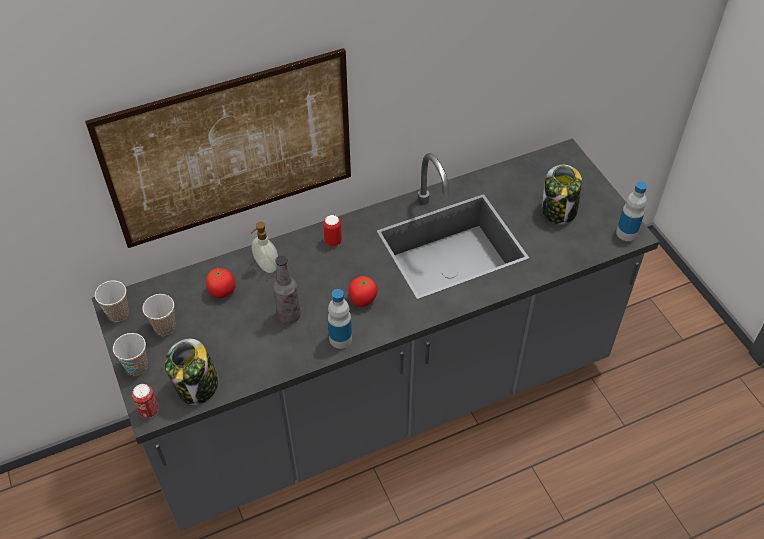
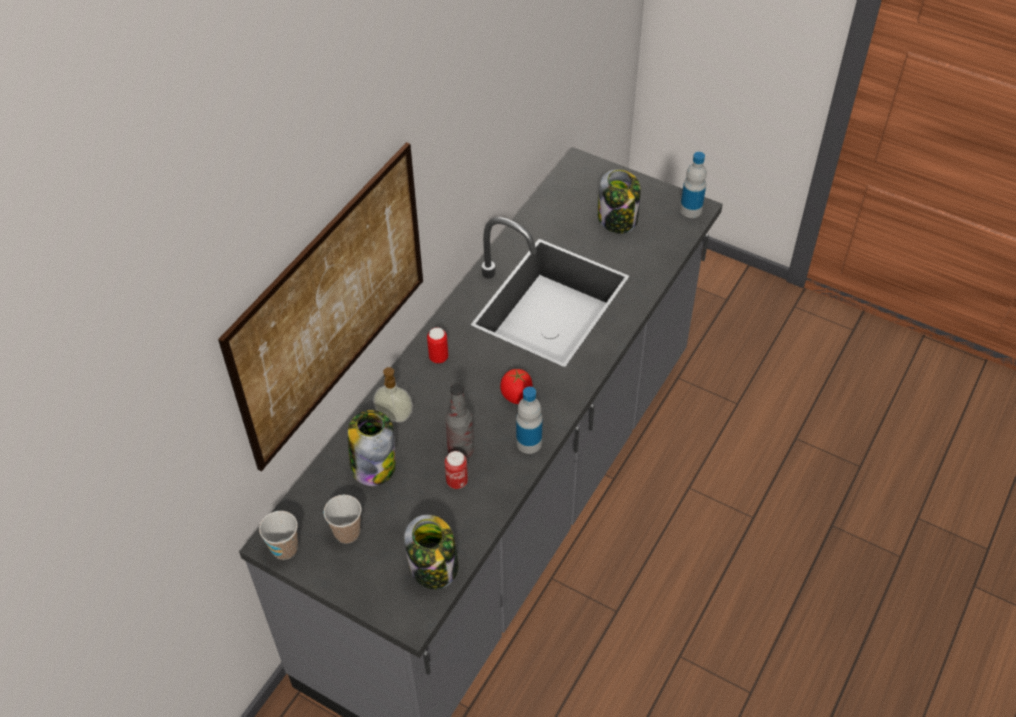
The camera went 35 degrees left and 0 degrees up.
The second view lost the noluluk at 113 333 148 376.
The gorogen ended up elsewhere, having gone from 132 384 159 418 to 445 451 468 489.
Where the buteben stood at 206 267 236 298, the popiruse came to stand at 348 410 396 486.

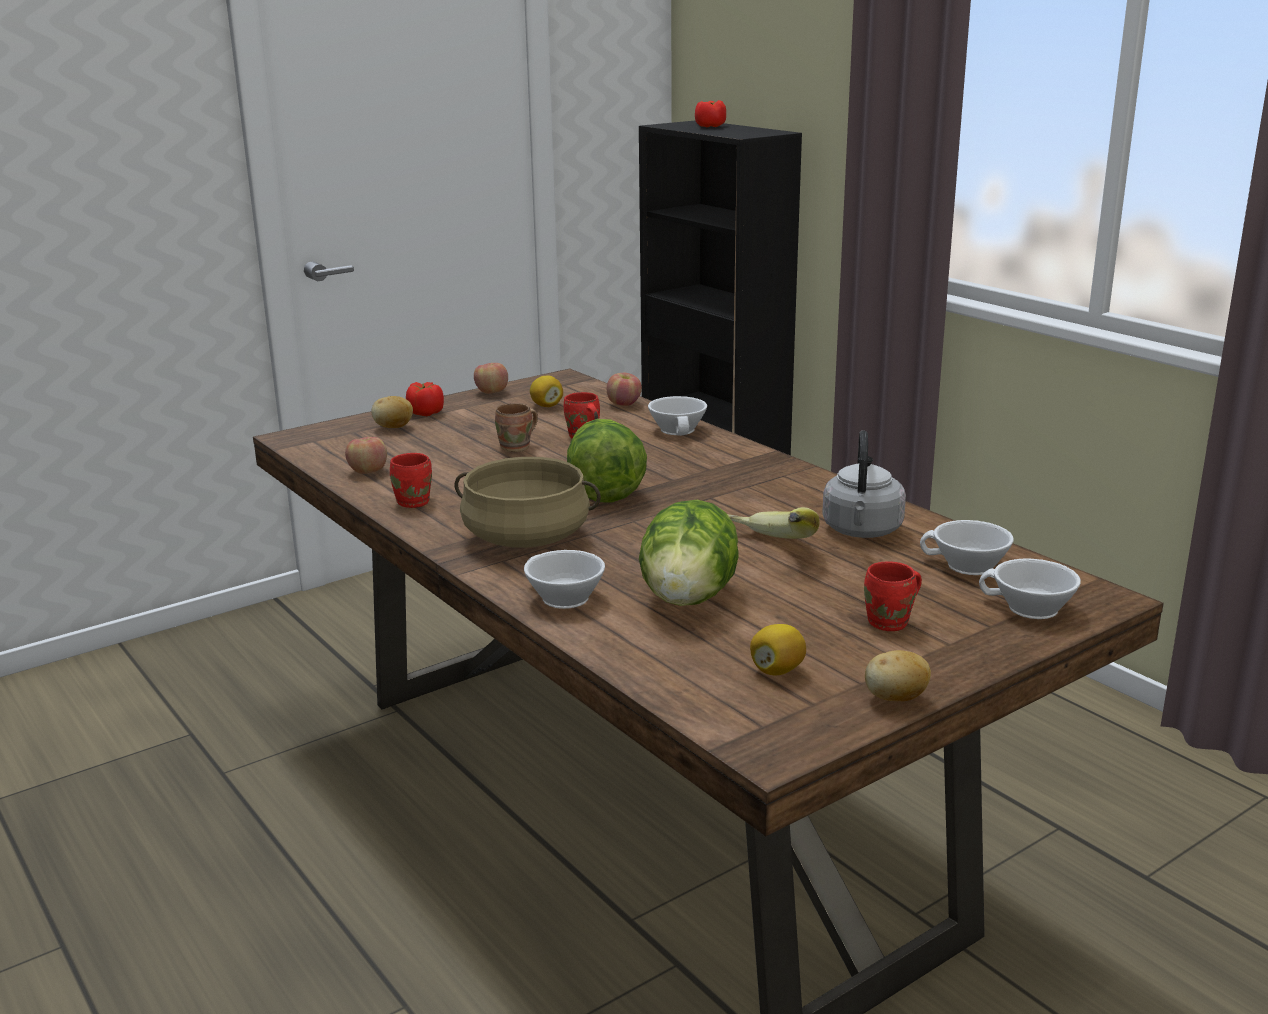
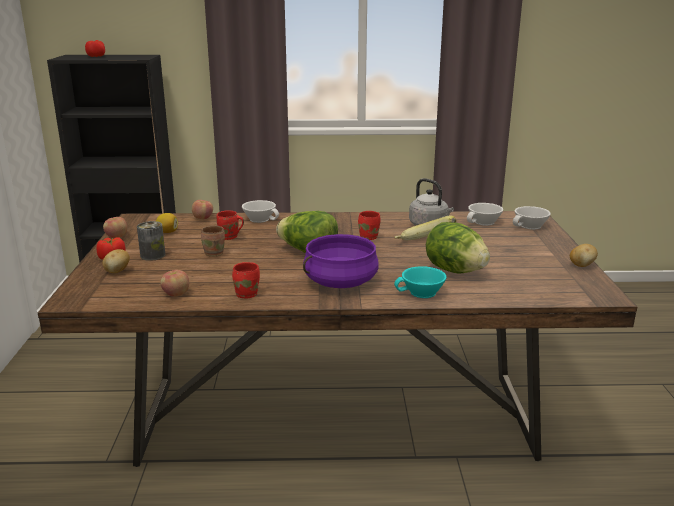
The camera went 55 degrees left and 0 degrees up.
What was the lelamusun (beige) at 455 457 601 548 turned into the lelamusun (purple) at 303 234 379 288.
What was the noluluk (white) at 524 550 605 609 turned into the noluluk (turquoise) at 394 266 447 298.
The second view lost the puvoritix at 750 624 806 675.
The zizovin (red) ended up elsewhere, having gone from 864 561 922 631 to 358 211 380 240.
The second view gained the gorogen at 137 221 165 261.

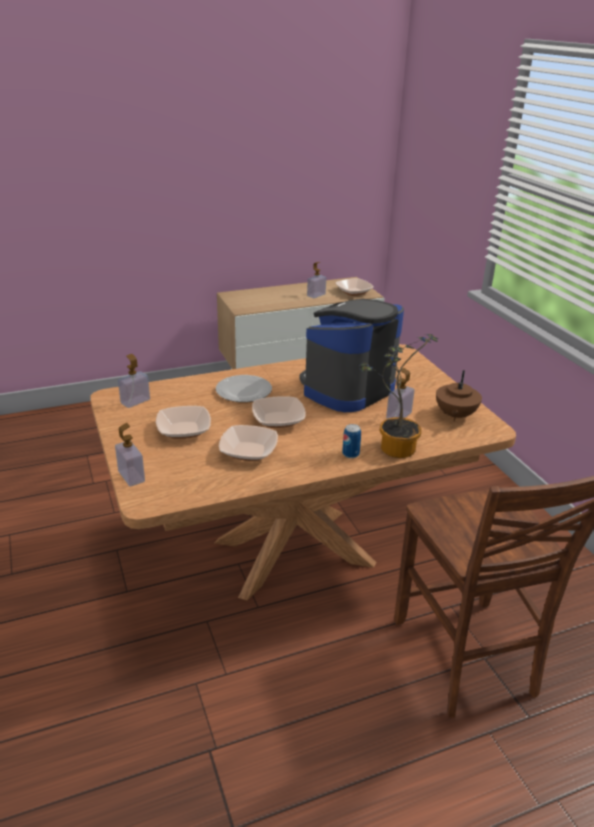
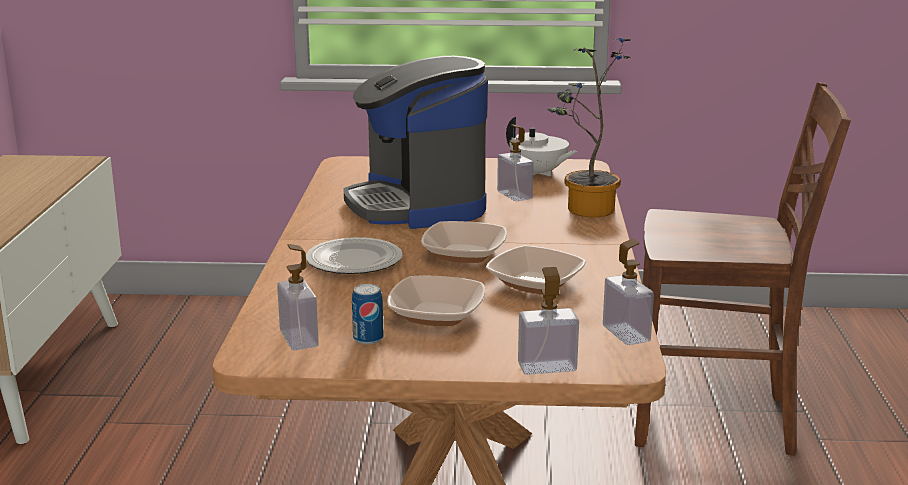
The camera went 65 degrees left and 10 degrees down.
The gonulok ended up elsewhere, having gone from 307 262 326 298 to 603 239 654 345.
The second view lost the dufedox at 335 278 374 296.
The gorogen ended up elsewhere, having gone from 342 424 361 458 to 352 284 384 345.
What was the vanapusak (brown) at 436 370 482 421 turned into the vanapusak (white) at 506 117 578 176.

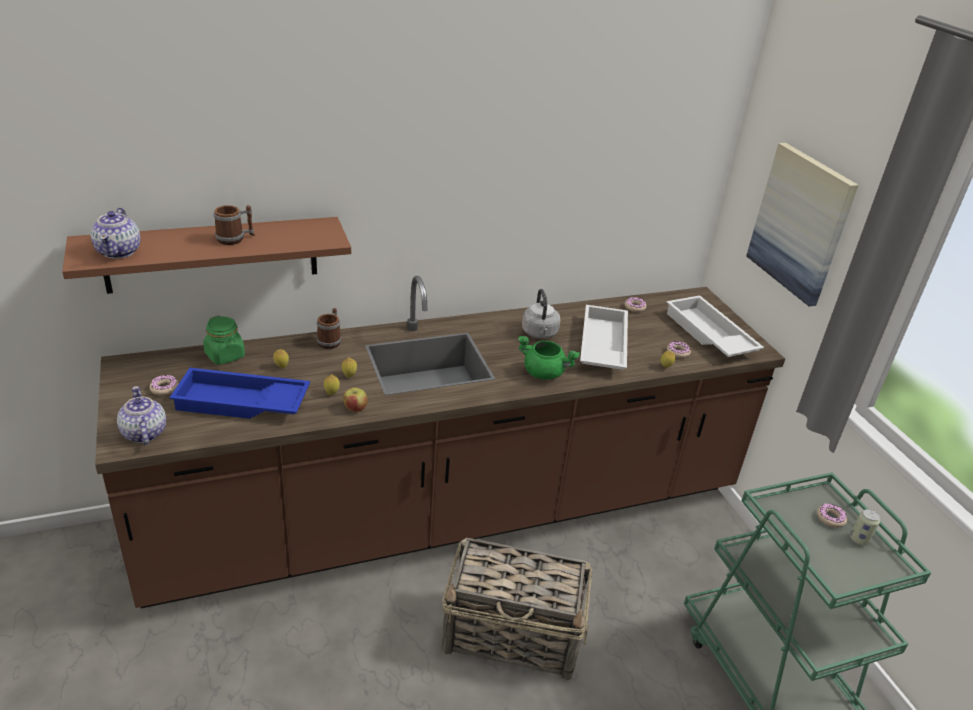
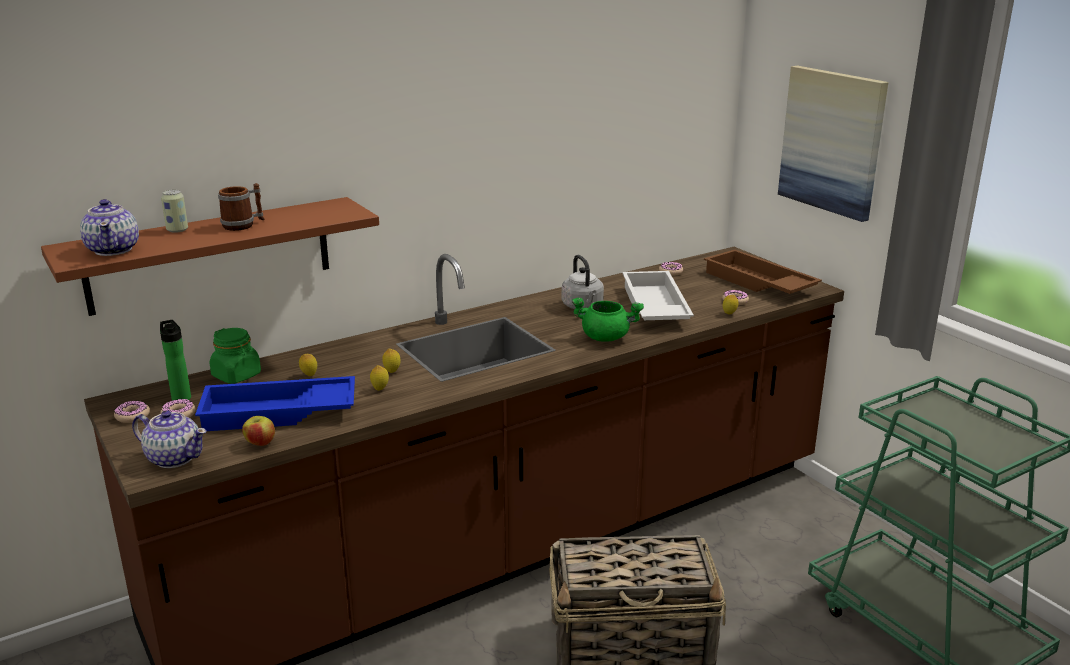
The camera went 10 degrees left and 10 degrees down.
The vanapusak at 117 386 166 446 ended up facing another way, 150 degrees clockwise from before.
The second view lost the zizovin at 317 308 342 349.
The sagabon ended up elsewhere, having gone from 343 388 368 412 to 242 416 275 446.
What was the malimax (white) at 666 295 764 357 turned into the malimax (brown) at 704 249 822 294.
The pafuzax ended up elsewhere, having gone from 817 504 847 528 to 114 401 150 423.
The gorogen ended up elsewhere, having gone from 850 509 880 545 to 161 190 188 233.
The second view gained the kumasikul at 160 320 191 401.

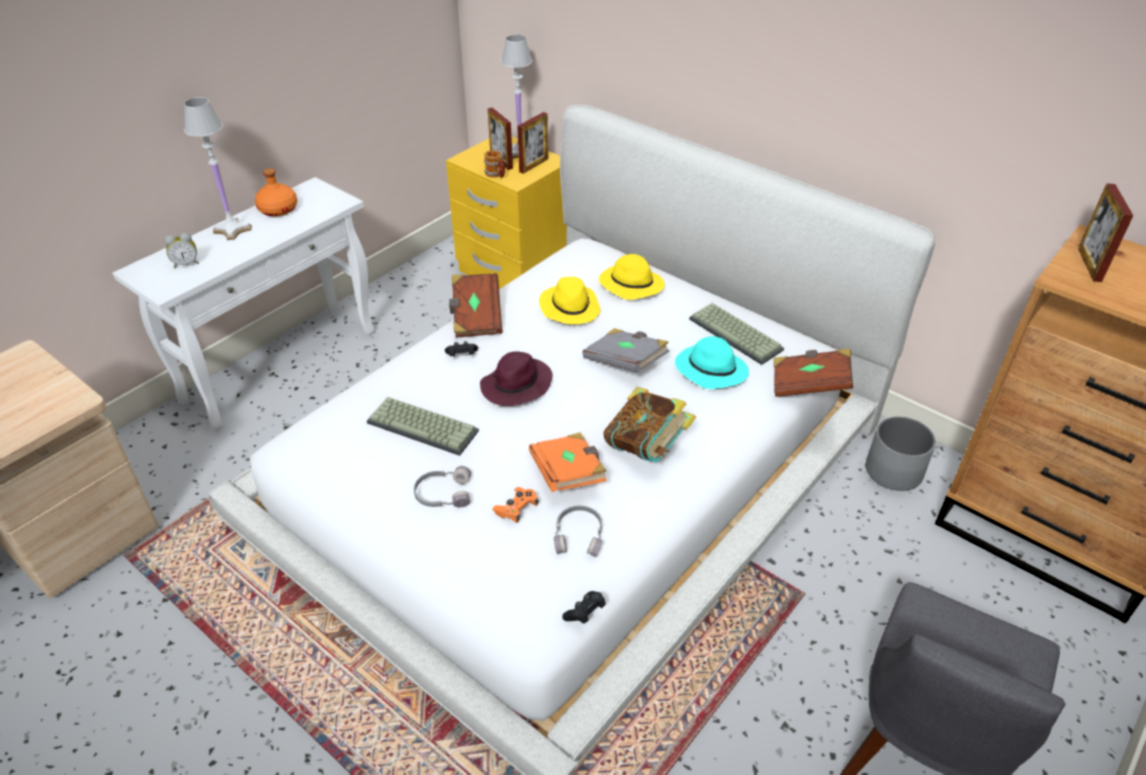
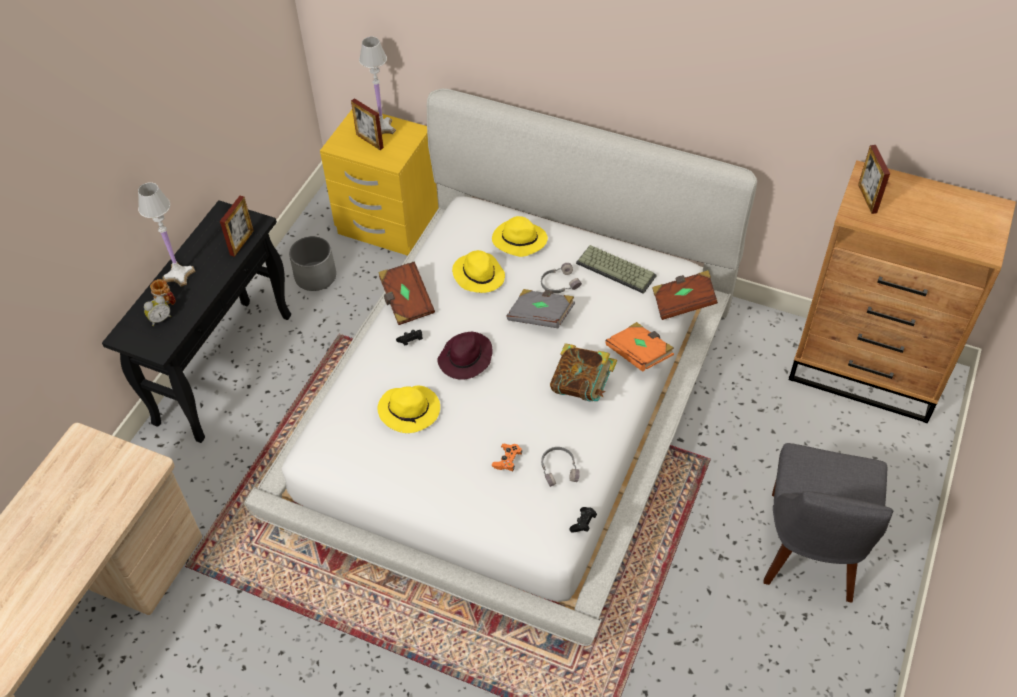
The camera went 15 degrees left and 10 degrees up.
What was the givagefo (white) at 113 177 375 431 turned into the givagefo (black) at 102 200 291 443.
The second view lost the kumasikul (orange) at 255 168 297 217.
Where the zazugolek stood at 367 397 479 456, the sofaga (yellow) came to stand at 377 386 440 433.
The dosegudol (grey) ended up elsewhere, having gone from 414 466 471 507 to 541 263 582 293.
The zizovin ended up elsewhere, having gone from 484 150 505 178 to 150 279 176 305.
The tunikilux ended up elsewhere, having gone from 517 112 548 174 to 220 196 254 257.
The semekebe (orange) ended up elsewhere, having gone from 529 432 607 492 to 605 322 674 372.
The second view lost the sofaga (turquoise) at 675 336 749 389.
The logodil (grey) ended up elsewhere, having gone from 866 416 936 491 to 289 236 336 291.

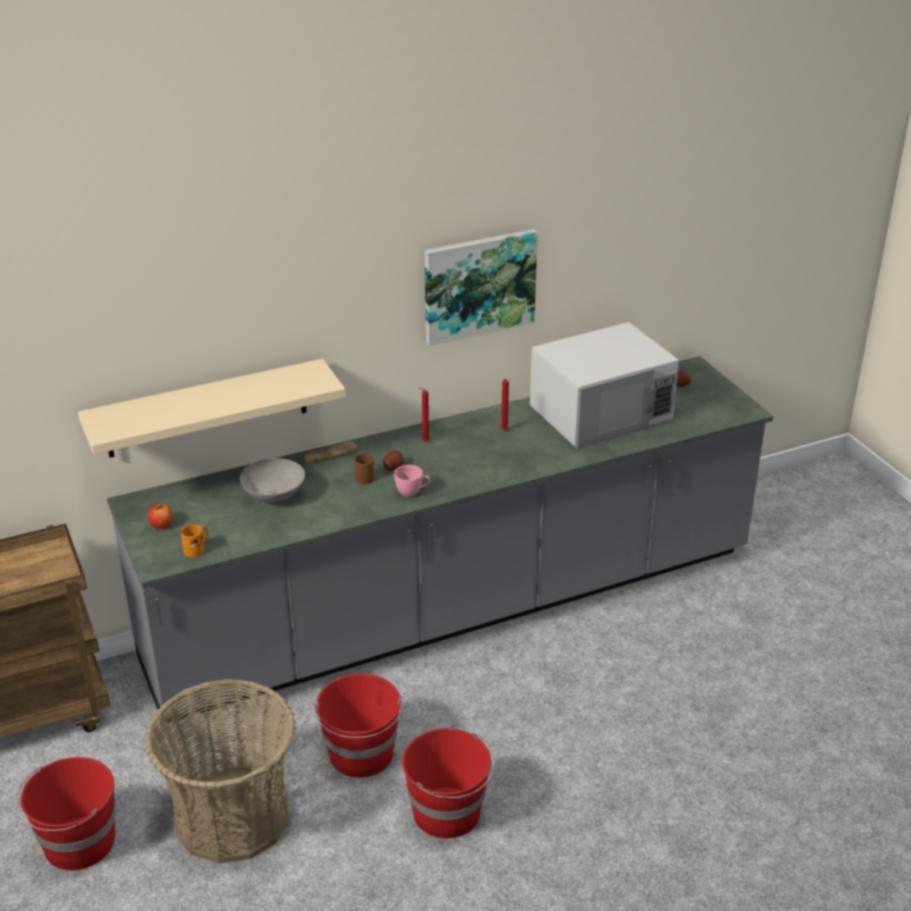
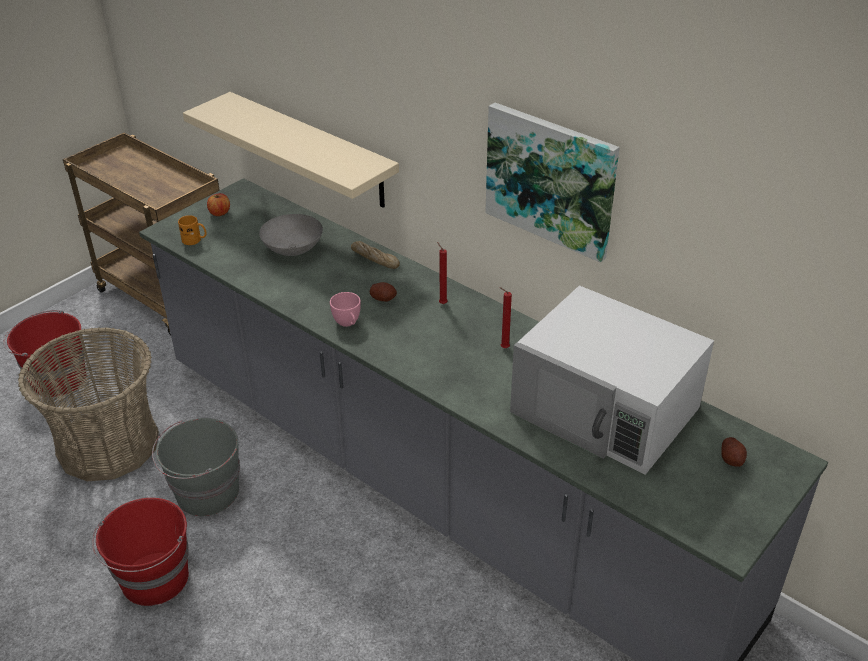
The camera went 65 degrees right and 5 degrees up.
What was the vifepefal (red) at 315 673 402 778 turned into the vifepefal (grey) at 152 418 240 516.
The second view lost the zizovin (brown) at 354 454 375 484.

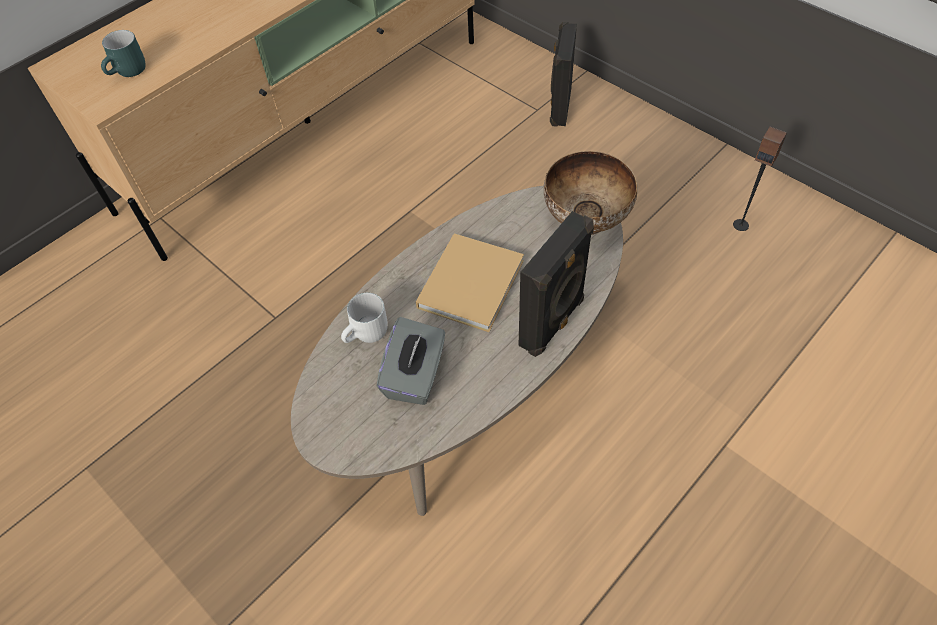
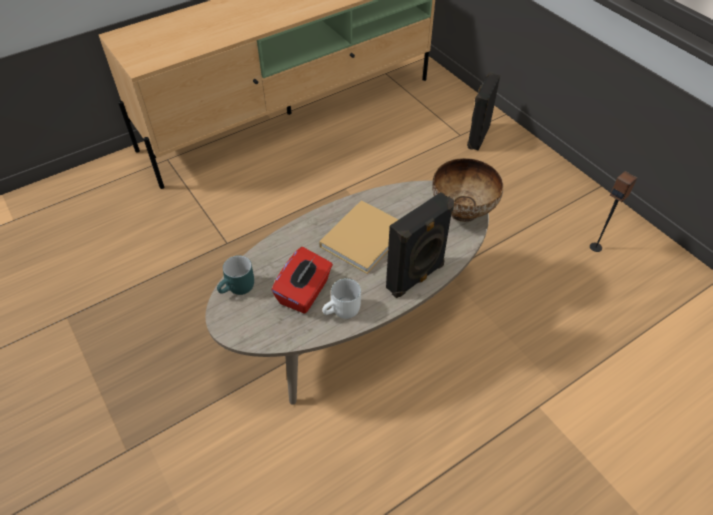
The camera went 10 degrees right and 5 degrees down.
The zizovin (turquoise) ended up elsewhere, having gone from 101 30 146 77 to 217 255 254 295.
The zizovin (white) ended up elsewhere, having gone from 341 293 388 343 to 322 278 361 319.
What was the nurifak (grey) at 377 317 445 405 turned into the nurifak (red) at 272 247 333 314.

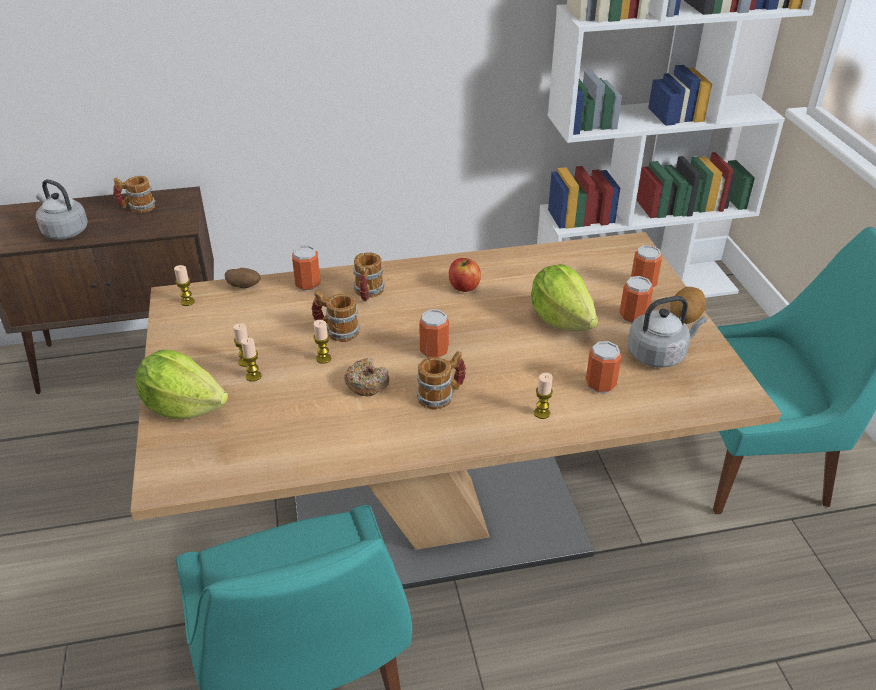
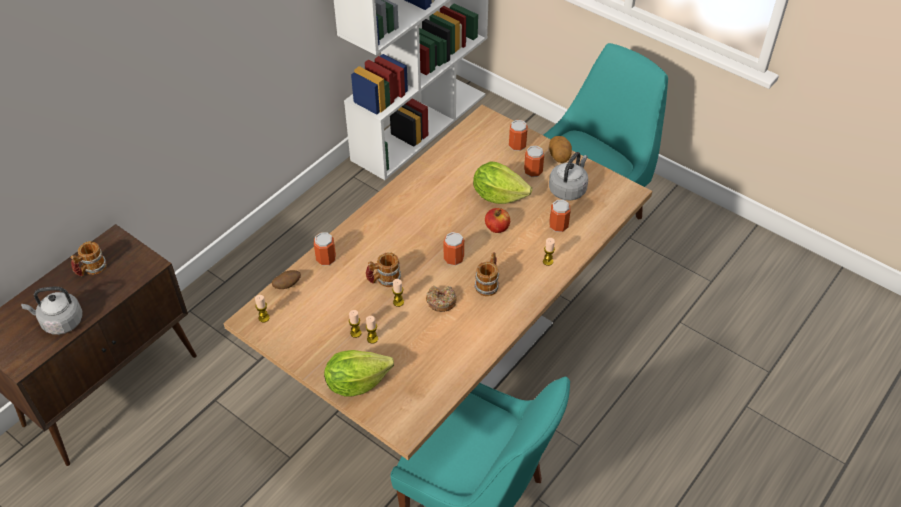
The camera went 40 degrees left and 10 degrees up.
The second view lost the zizovin at 353 253 385 302.
The sagabon ended up elsewhere, having gone from 449 258 481 292 to 485 208 510 233.

